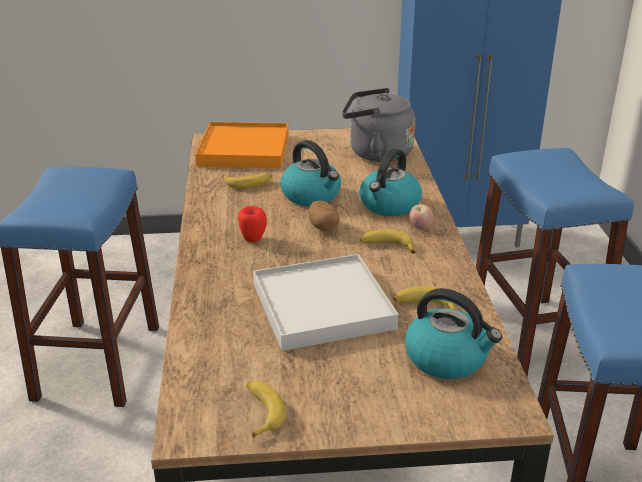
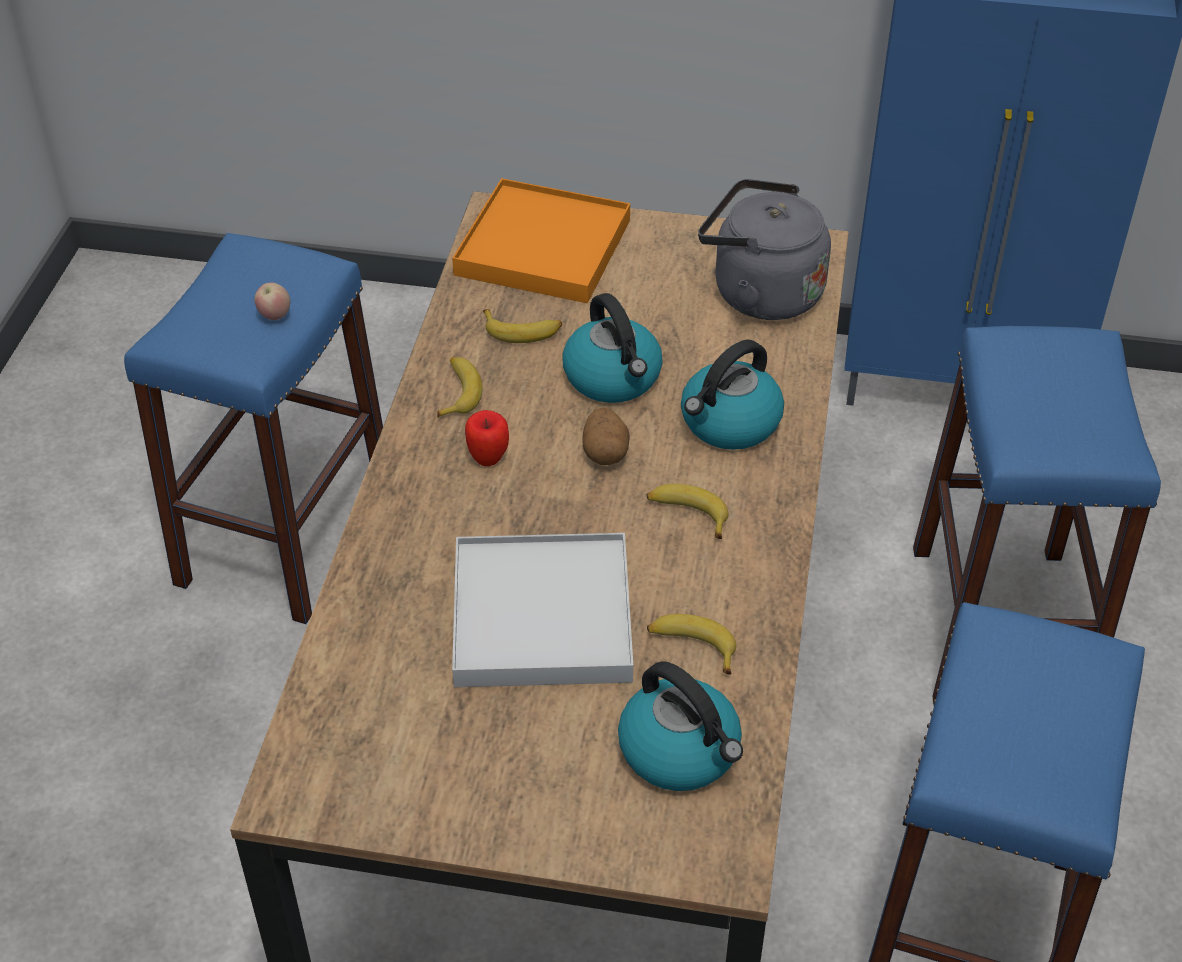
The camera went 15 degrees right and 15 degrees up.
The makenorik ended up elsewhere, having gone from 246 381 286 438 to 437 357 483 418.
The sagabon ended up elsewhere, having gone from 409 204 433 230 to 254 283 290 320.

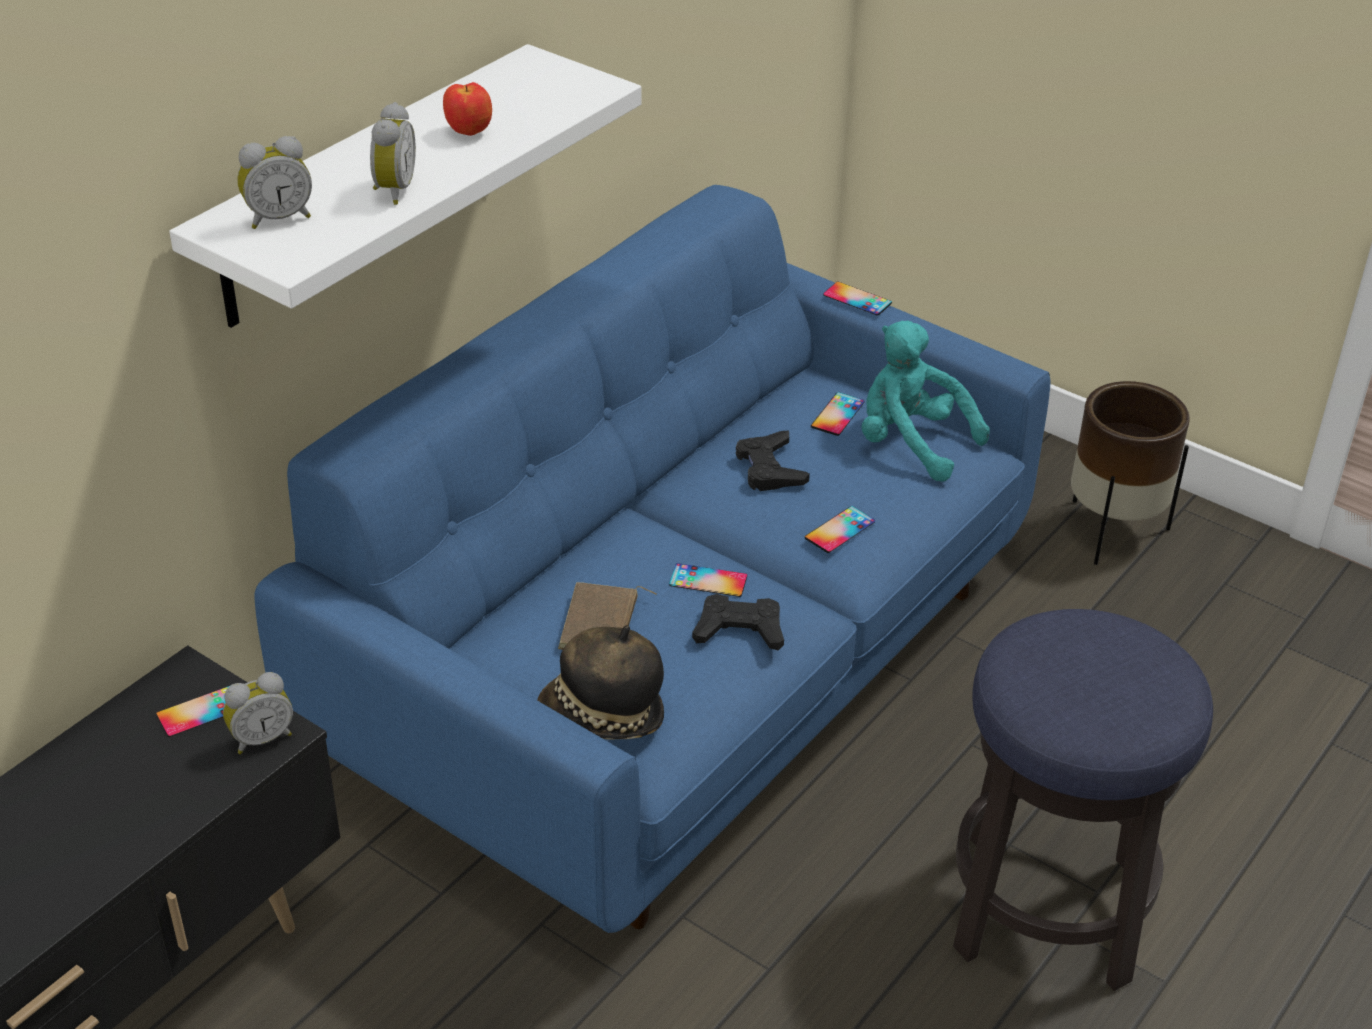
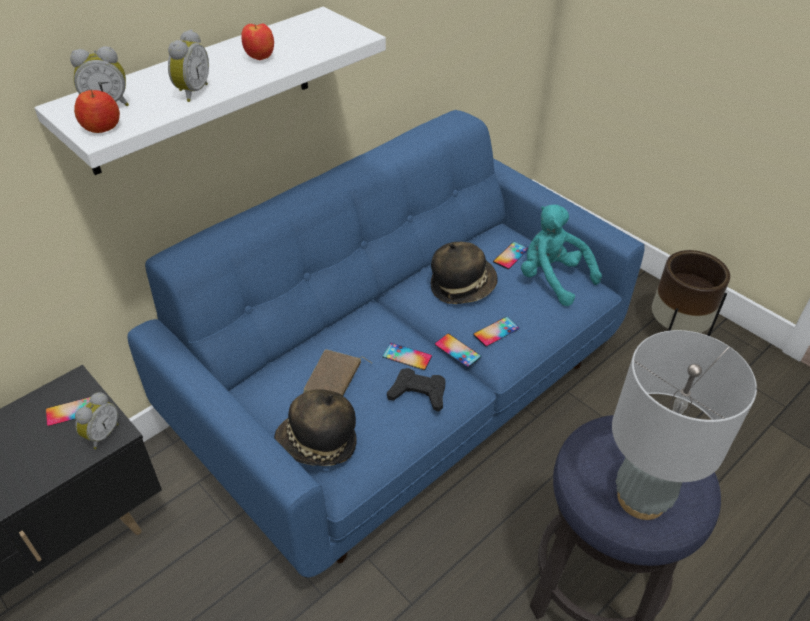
The camera went 10 degrees right and 5 degrees up.
The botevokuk at 223 672 293 754 ended up facing another way, 45 degrees counterclockwise from before.
Where the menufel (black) stood at 736 431 810 491, the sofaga came to stand at 431 242 498 304.
The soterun ended up elsewhere, having gone from 823 282 892 316 to 435 334 481 368.
The second view gained the sagabon at 74 90 120 133.
The second view gained the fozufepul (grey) at 612 330 757 520.

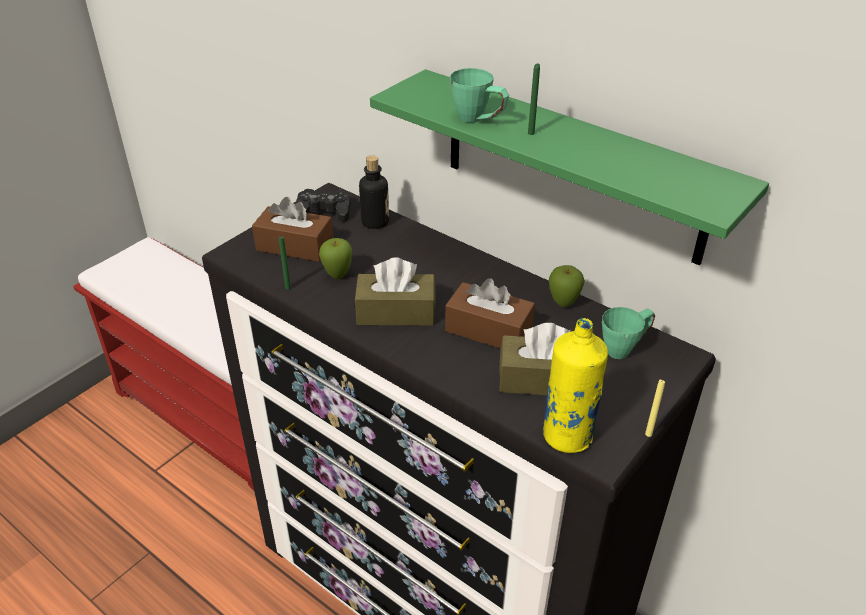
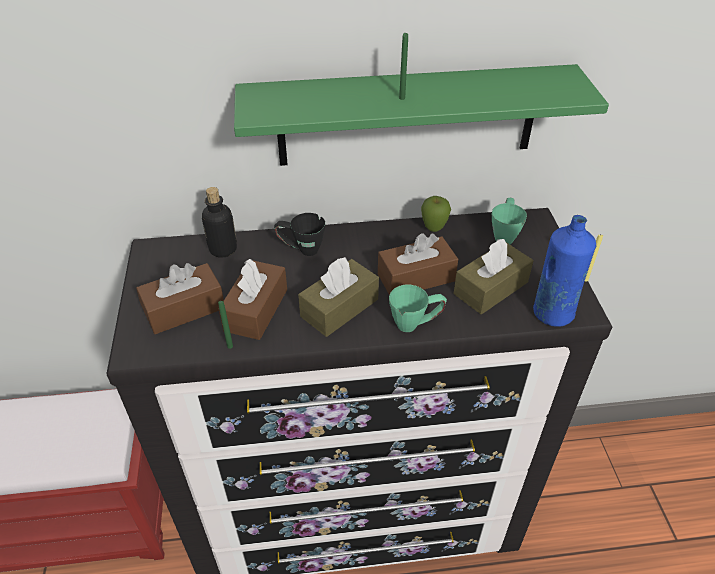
The camera went 45 degrees left and 5 degrees up.
The second view lost the menufel (black) at 296 189 351 222.
Where the sagabon stood at 319 238 352 279, the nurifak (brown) came to stand at 219 259 287 340.
The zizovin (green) ended up elsewhere, having gone from 450 68 509 123 to 389 285 447 332.
What was the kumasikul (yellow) at 543 318 608 453 turned into the kumasikul (blue) at 533 215 596 327.
The second view gained the zizovin (black) at 274 213 325 256.

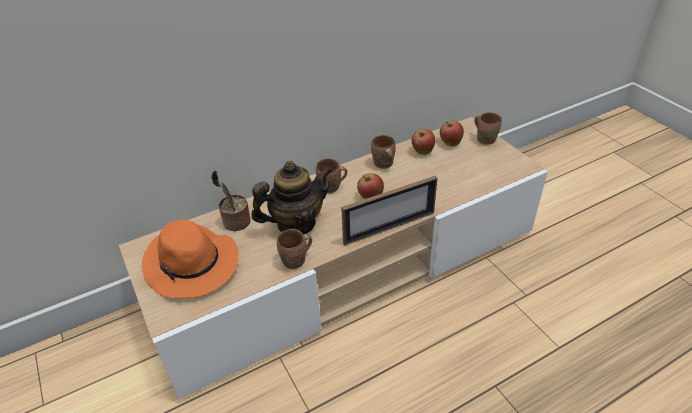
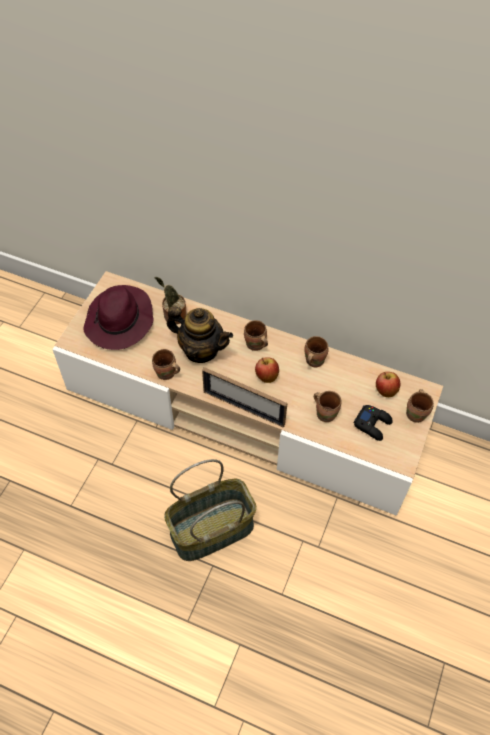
The camera went 50 degrees right and 15 degrees up.
What was the sofaga (orange) at 142 219 239 298 turned into the sofaga (purple) at 83 285 154 350.
The second view lost the sagabon at 412 129 436 155.
The second view gained the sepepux at 164 459 257 561.
The second view gained the zizovin (brown) at 314 391 342 422.
The second view gained the menufel (black) at 353 405 393 441.

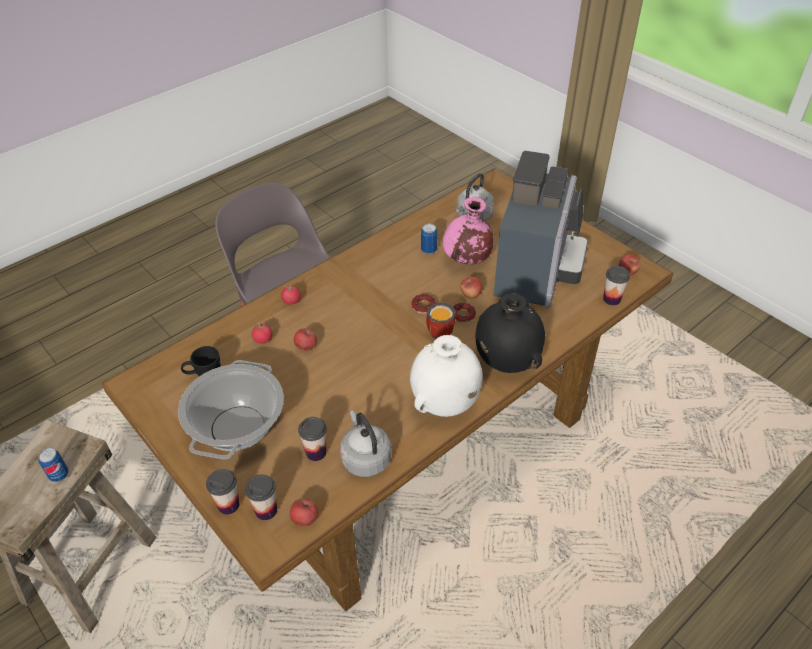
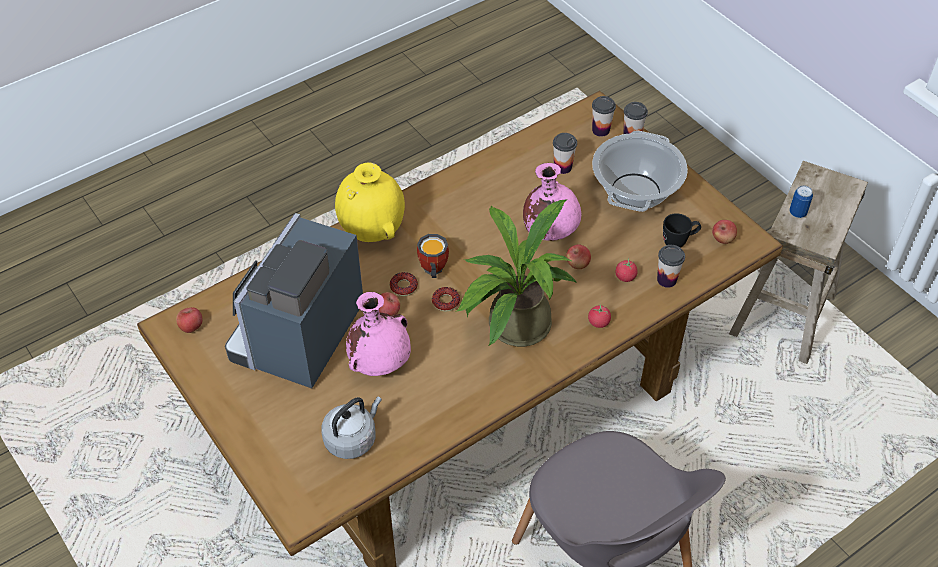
The camera went 175 degrees left and 5 degrees up.
The sagabon ended up elsewhere, having gone from 290 498 318 526 to 712 220 737 244.
The second view lost the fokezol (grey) at 340 410 391 477.
The second view lost the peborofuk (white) at 410 335 483 417.
The second view lost the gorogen at 421 224 438 254.
What was the peborofuk (black) at 476 293 545 373 turned into the peborofuk (yellow) at 335 162 405 242.
The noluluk ended up elsewhere, having gone from 603 266 630 305 to 657 245 685 288.
The second view gained the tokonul at 455 199 577 347.
The second view gained the peborofuk (pink) at 523 163 581 241.

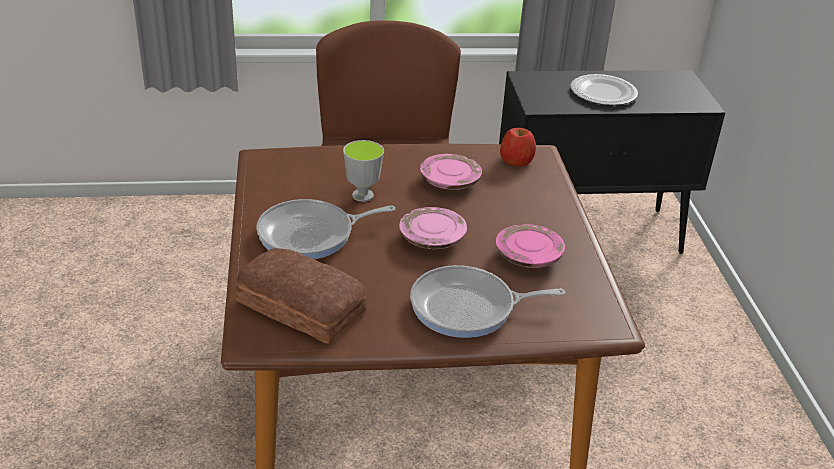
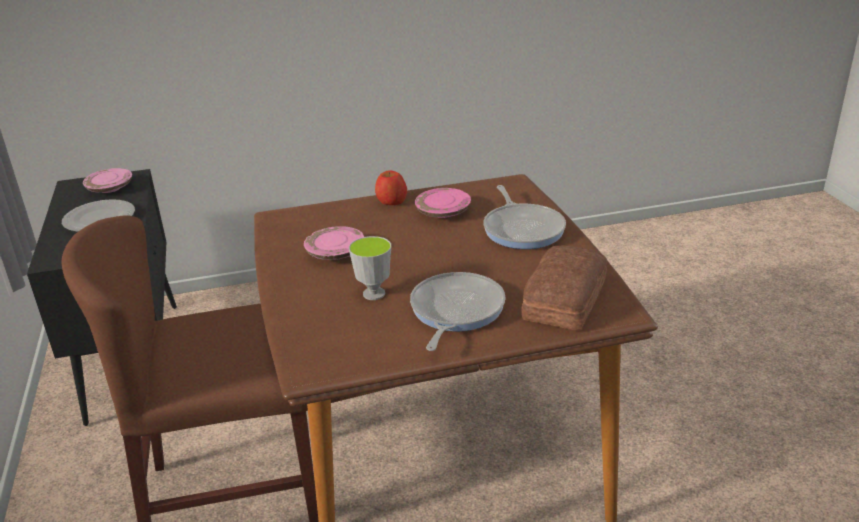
The camera went 95 degrees left and 5 degrees down.
The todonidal at 256 199 395 259 ended up facing another way, 135 degrees counterclockwise from before.
The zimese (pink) ended up elsewhere, having gone from 399 207 467 249 to 83 168 132 193.
The sagabon ended up elsewhere, having gone from 500 128 536 166 to 375 170 407 205.

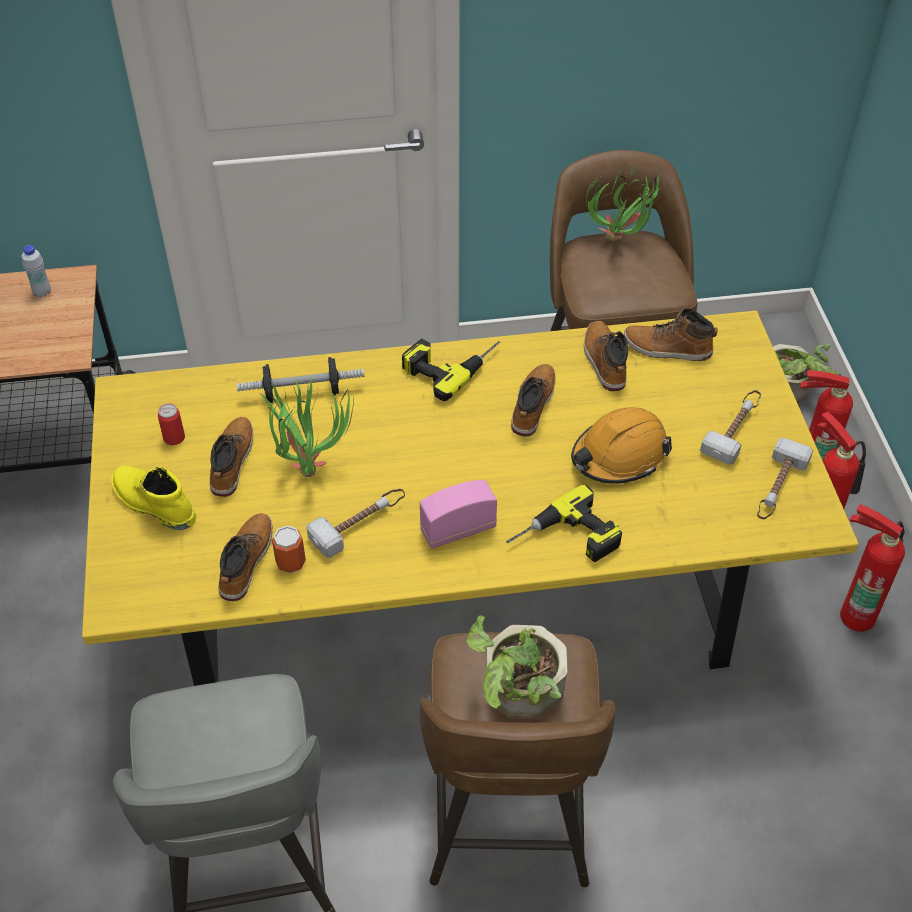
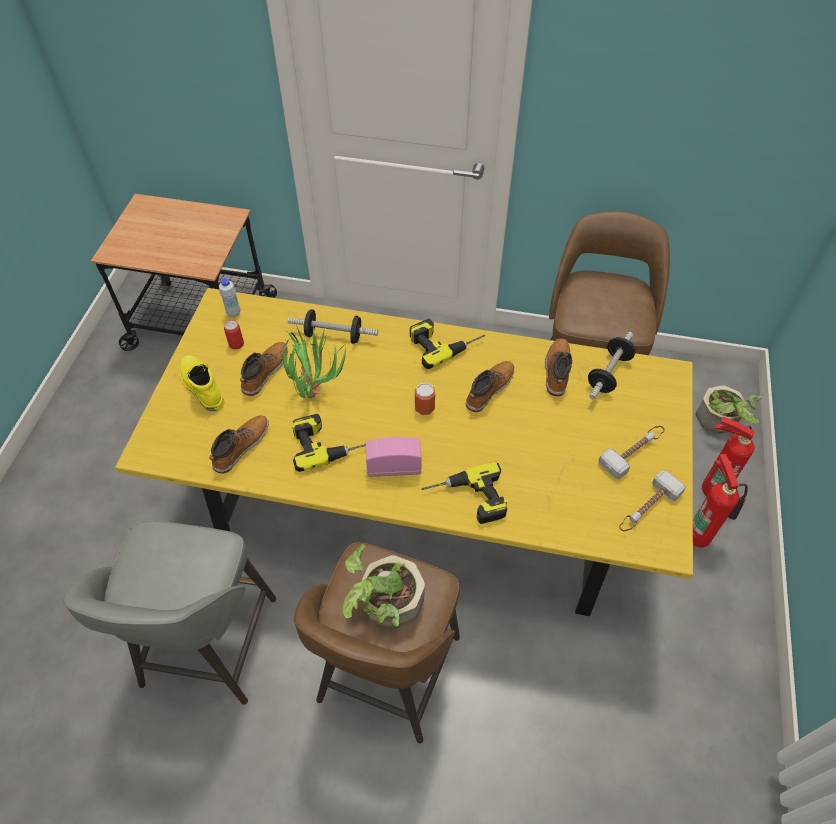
The camera went 20 degrees right and 5 degrees up.
The kumasikul (white) ended up elsewhere, having gone from 21 245 51 298 to 219 278 240 317.
The gorogen ended up elsewhere, having gone from 272 525 306 573 to 415 383 435 415.
Where the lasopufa stood at 306 489 405 558, the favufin came to stand at 292 413 366 472.
The second view lost the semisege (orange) at 571 407 672 484.
The second view lost the tokonul at 586 161 664 241.
Where the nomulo stood at 624 309 718 361, the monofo came to stand at 588 332 635 400.
The second view lost the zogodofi at 840 504 905 632.

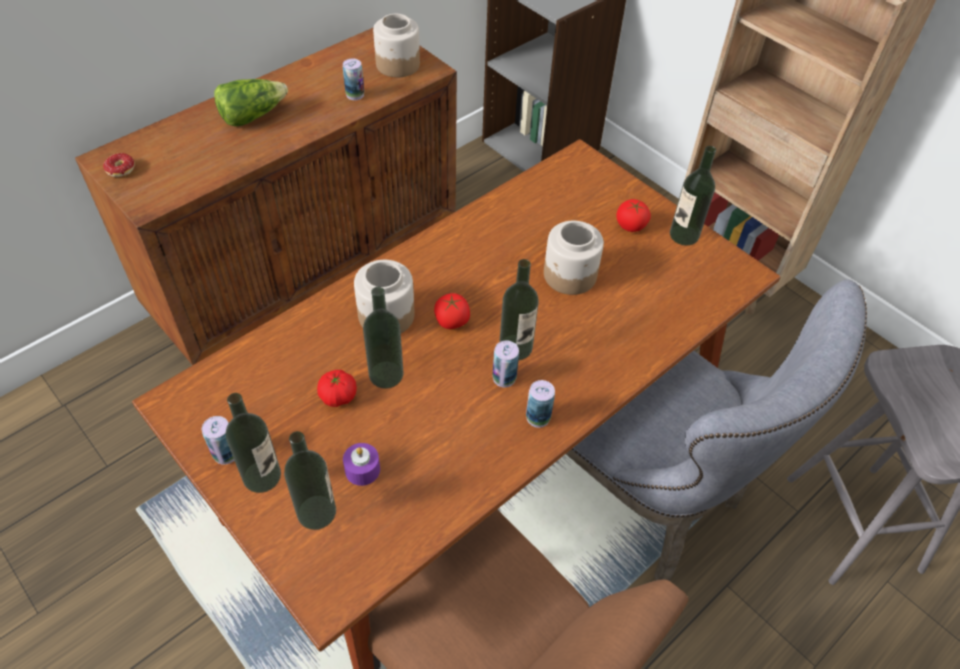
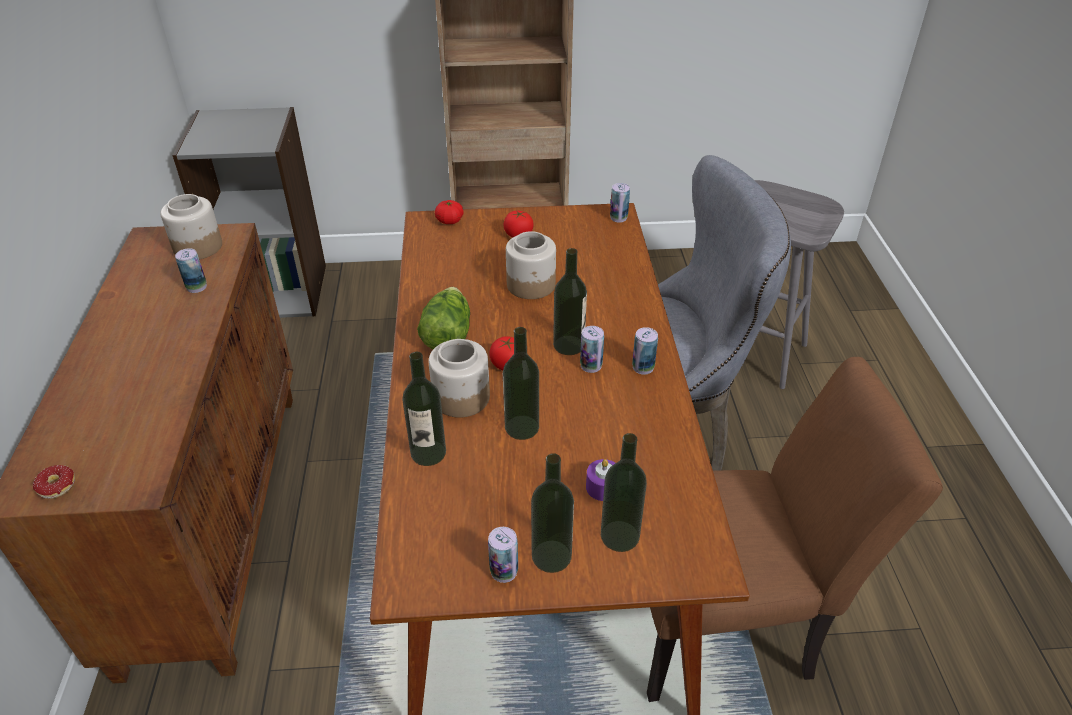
The camera went 50 degrees left and 10 degrees down.
The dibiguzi ended up elsewhere, having gone from 214 79 288 127 to 417 287 470 349.
The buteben ended up elsewhere, having gone from 317 370 357 407 to 435 200 464 224.
The kumasikul ended up elsewhere, having gone from 670 146 716 246 to 402 352 446 466.
The second view gained the gorogen at 610 183 630 222.

